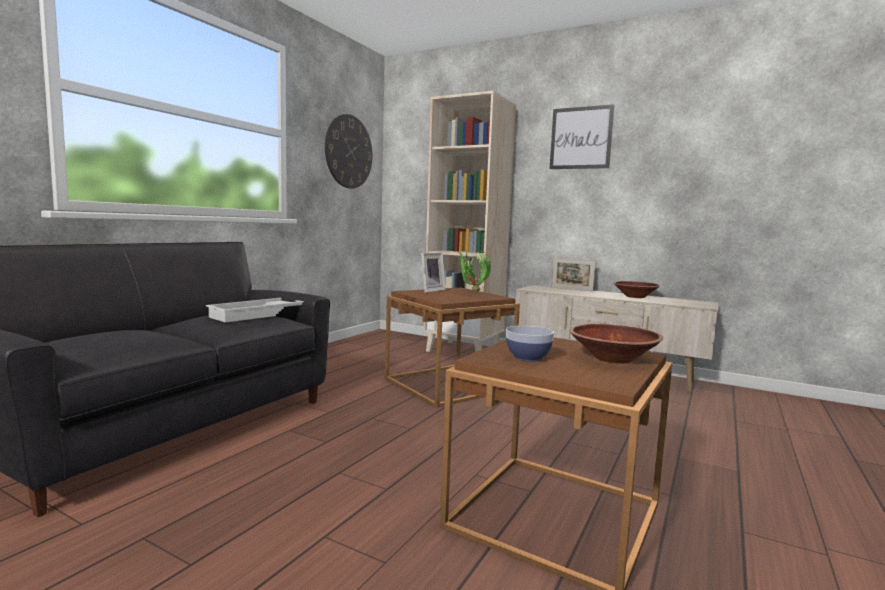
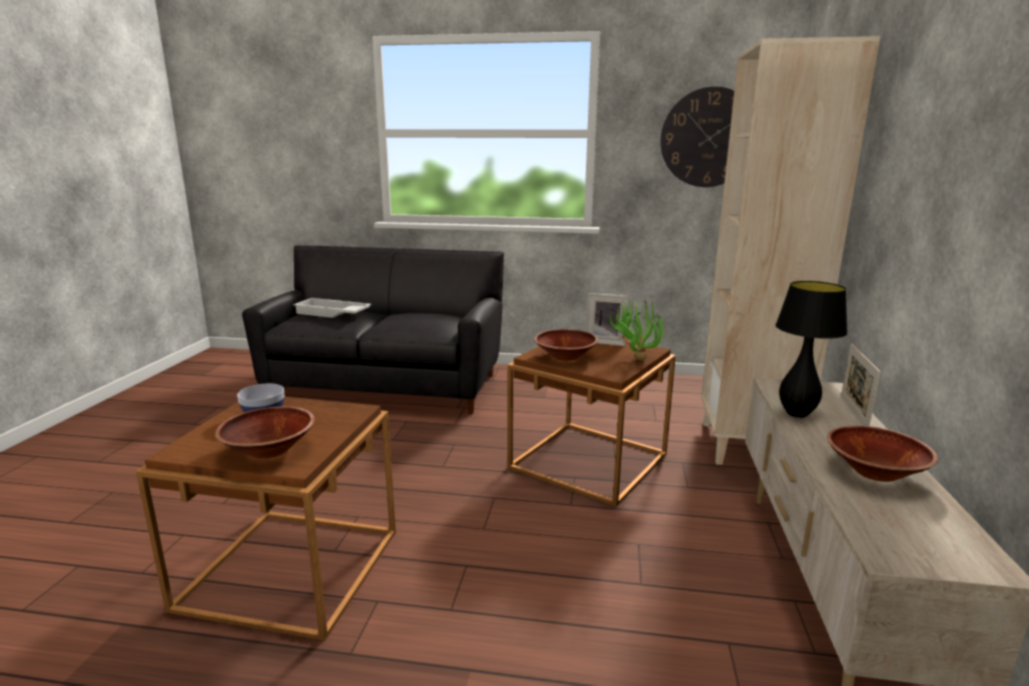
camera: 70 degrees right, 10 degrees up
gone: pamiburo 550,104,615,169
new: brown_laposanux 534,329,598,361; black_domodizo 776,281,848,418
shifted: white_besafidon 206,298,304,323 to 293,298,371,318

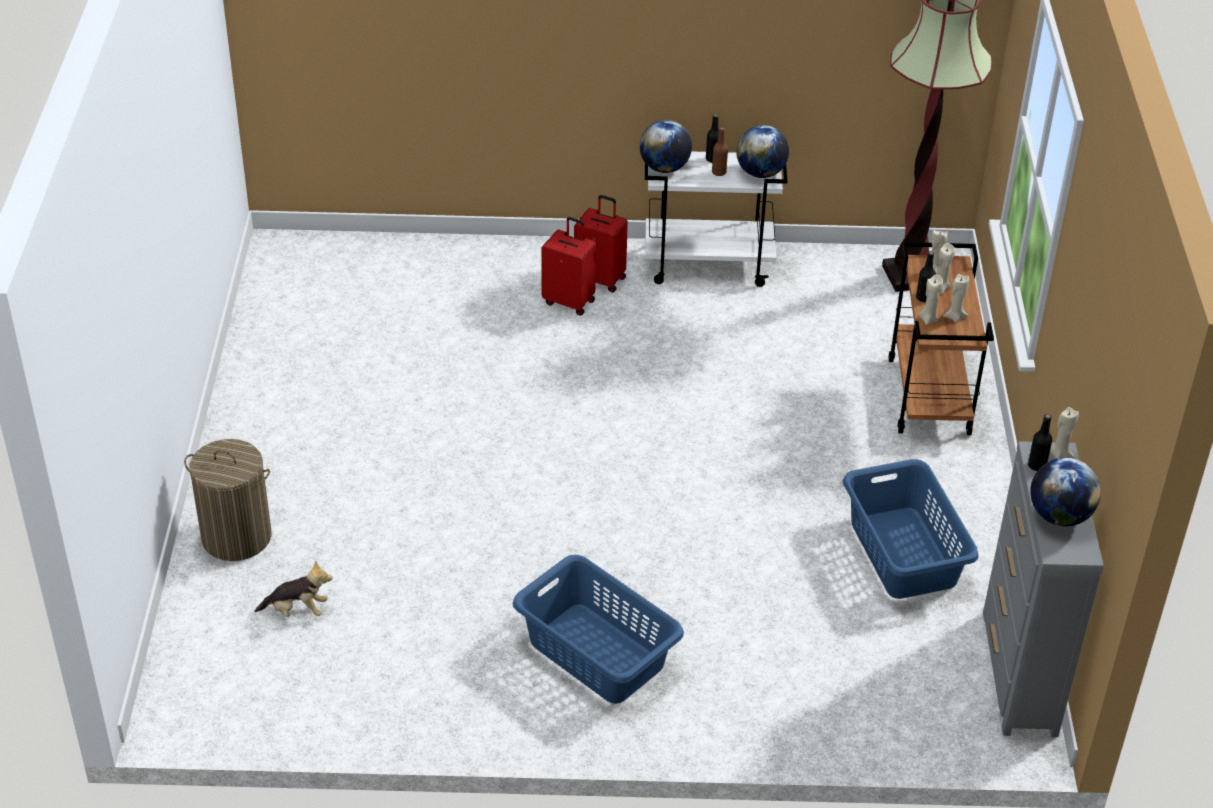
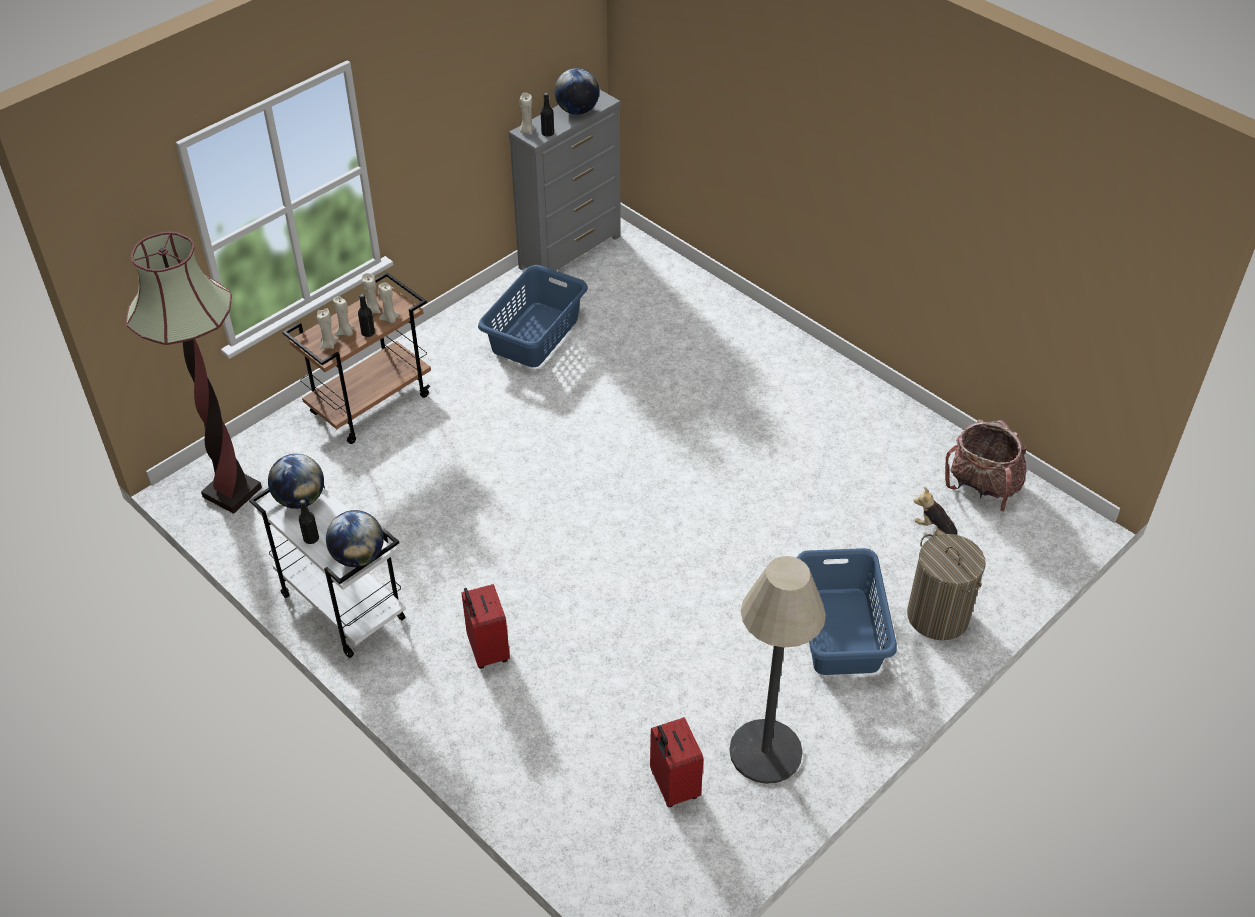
camera: 135 degrees left, 5 degrees up
gone: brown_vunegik 712,127,728,176
new: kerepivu 729,556,826,784; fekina 945,420,1027,512
shifted: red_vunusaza 574,195,628,293 to 650,717,704,807; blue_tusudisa 513,555,684,704 to 797,548,897,675

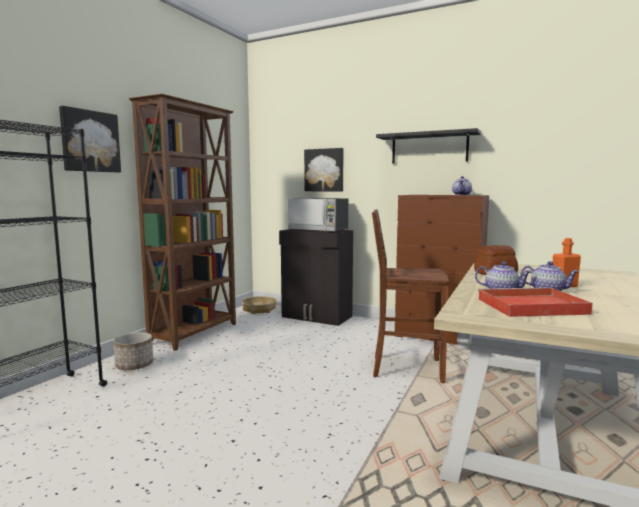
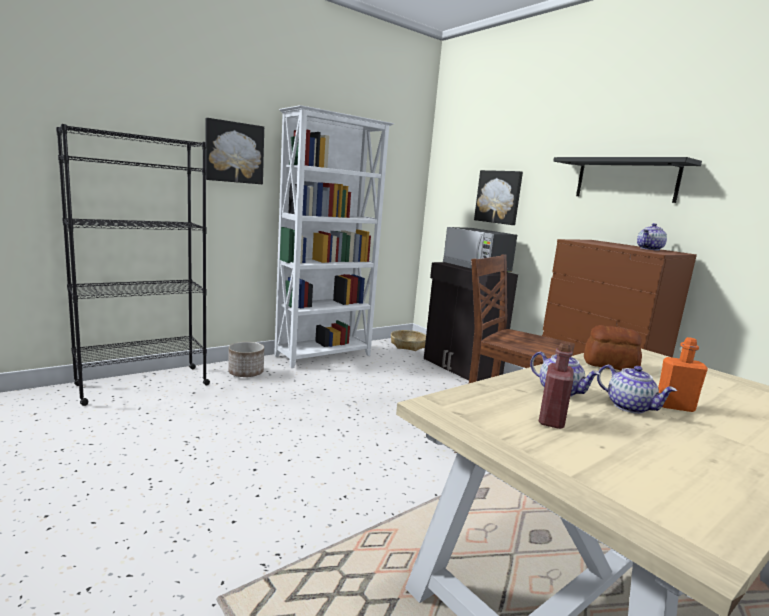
camera: 25 degrees right, 5 degrees up
swapped: red_besafidon 478,287,593,317 to red_vunegik 539,342,574,429
repainted: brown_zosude 129,94,236,351 to white_zosude 274,105,394,368

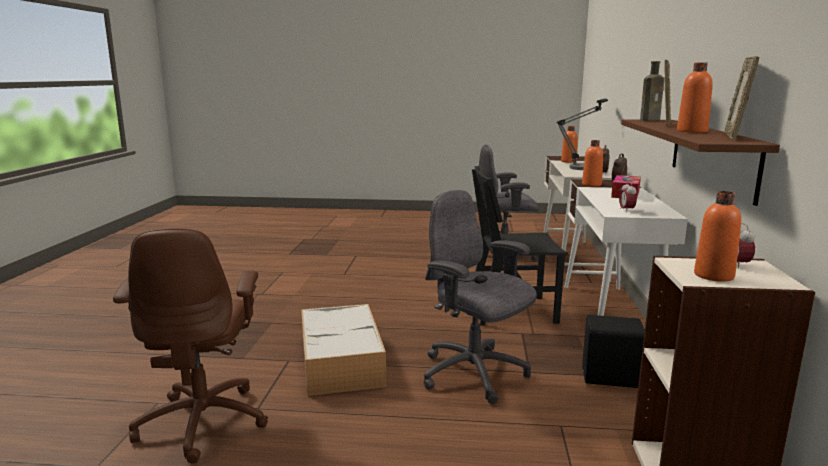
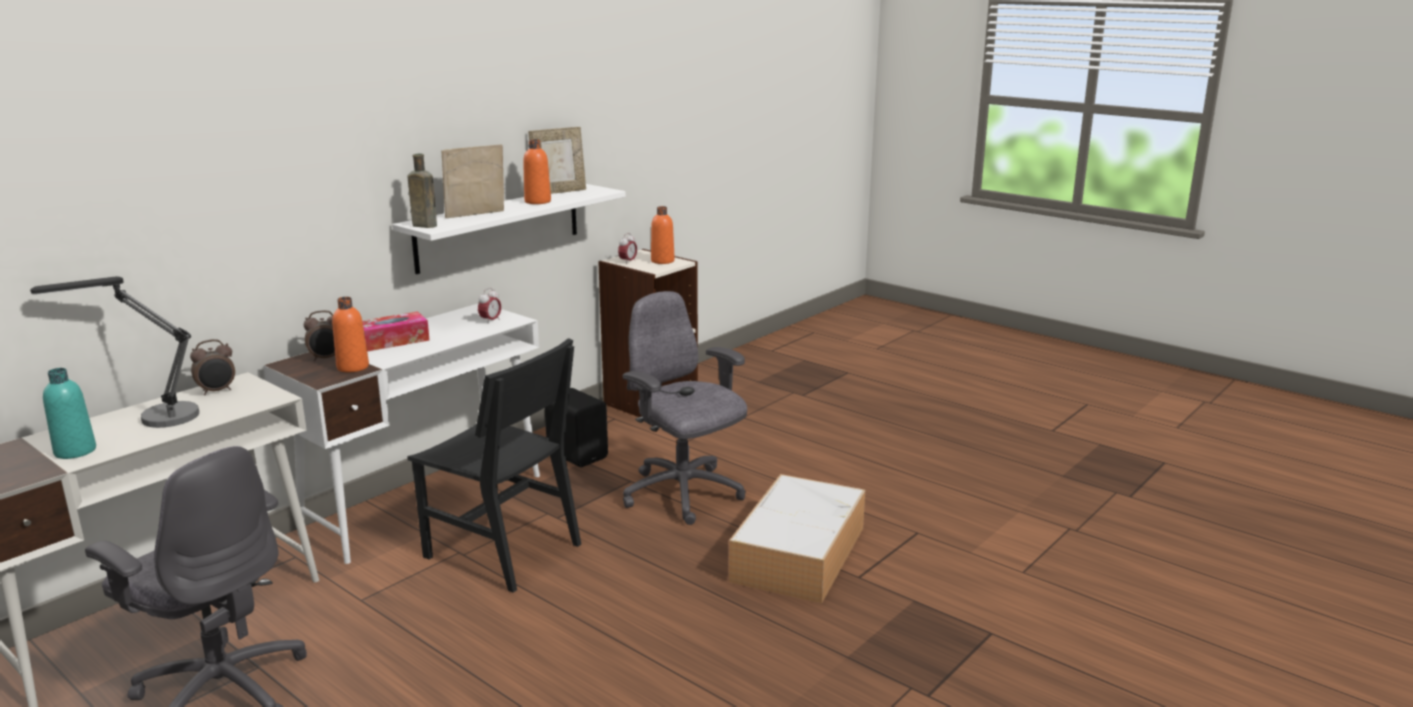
camera: 145 degrees left, 5 degrees up
gone: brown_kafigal 113,228,268,463
repainted: orange_vunegik 561,126,578,163 to turquoise_vunegik 43,368,96,459; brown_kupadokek 621,119,780,206 to white_kupadokek 392,184,626,274
rotated: grey_kafigal 424,190,536,404 = 623,291,747,525 150 degrees clockwise

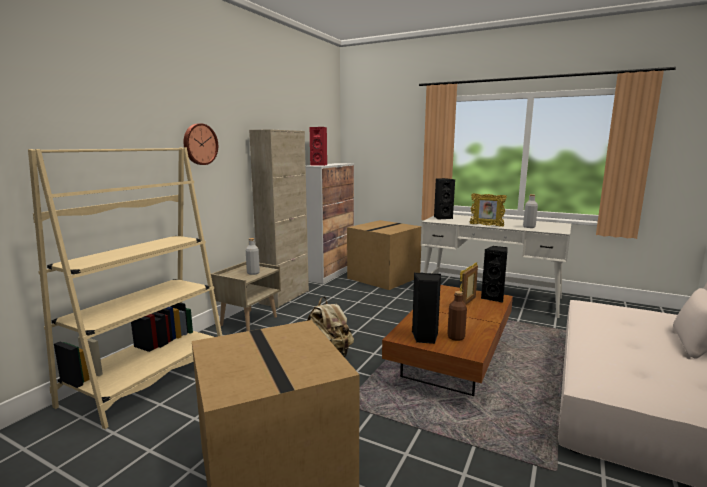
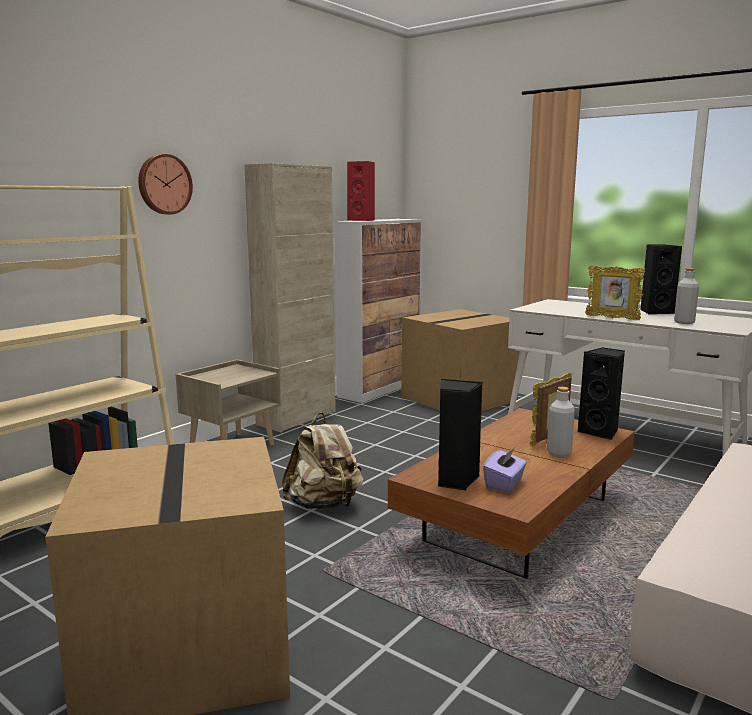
camera: 10 degrees right, 0 degrees up
shifted: grey_vunegik 246,238,260,275 to 547,387,575,457; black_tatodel 434,178,455,220 to 641,244,682,314
swapped: brown_vunegik 447,291,467,341 to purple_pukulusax 483,448,527,493

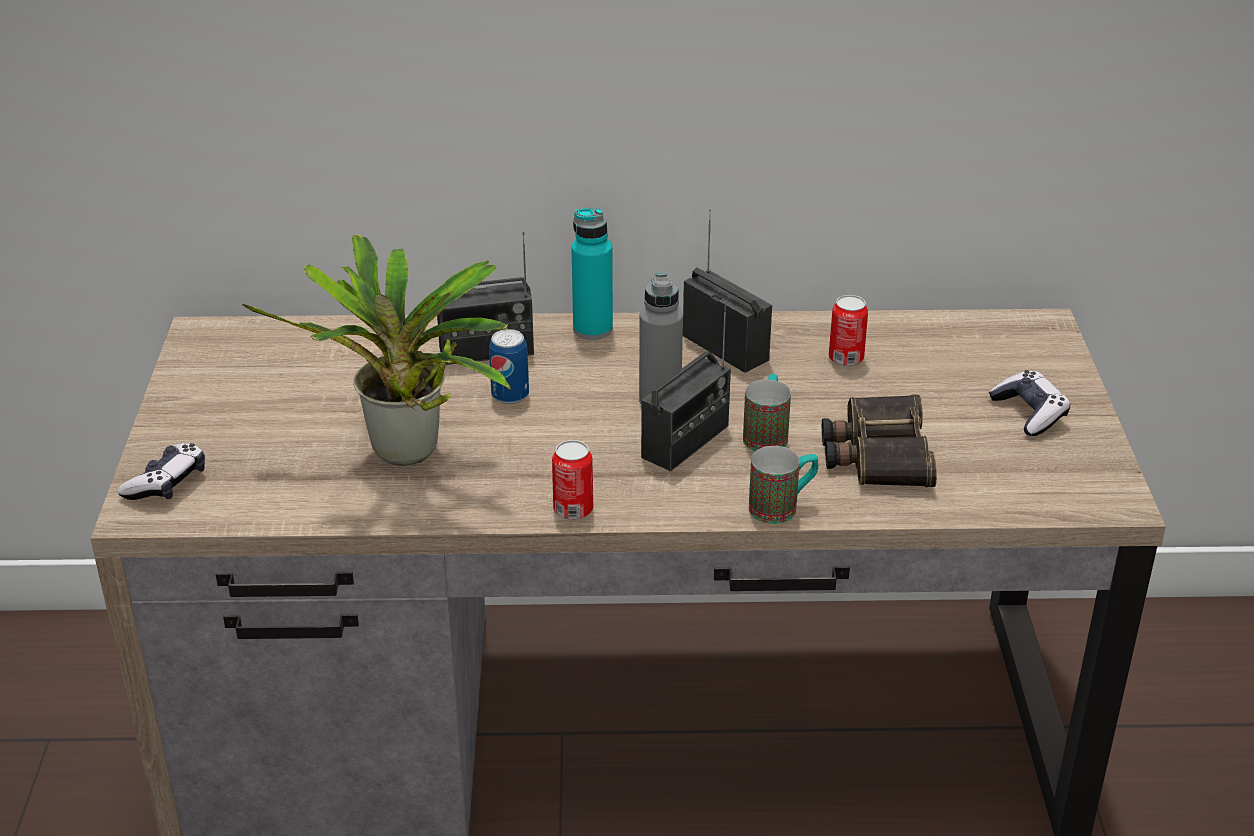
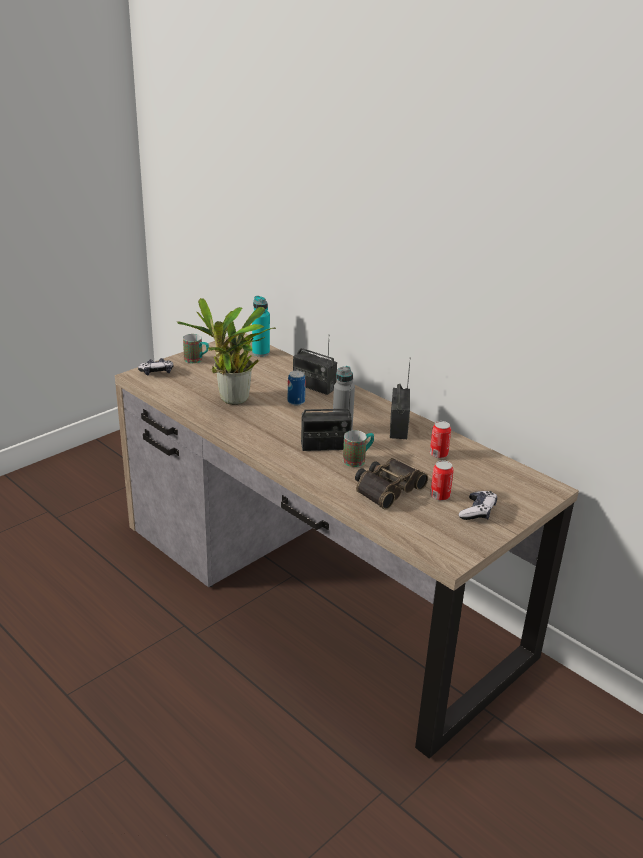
camera: 45 degrees right, 5 degrees down
shifted: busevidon 749,446,818,524 to 183,334,209,363; turquoise_vunegik 571,208,613,340 to 252,296,270,357; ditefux 552,440,593,520 to 430,460,454,501

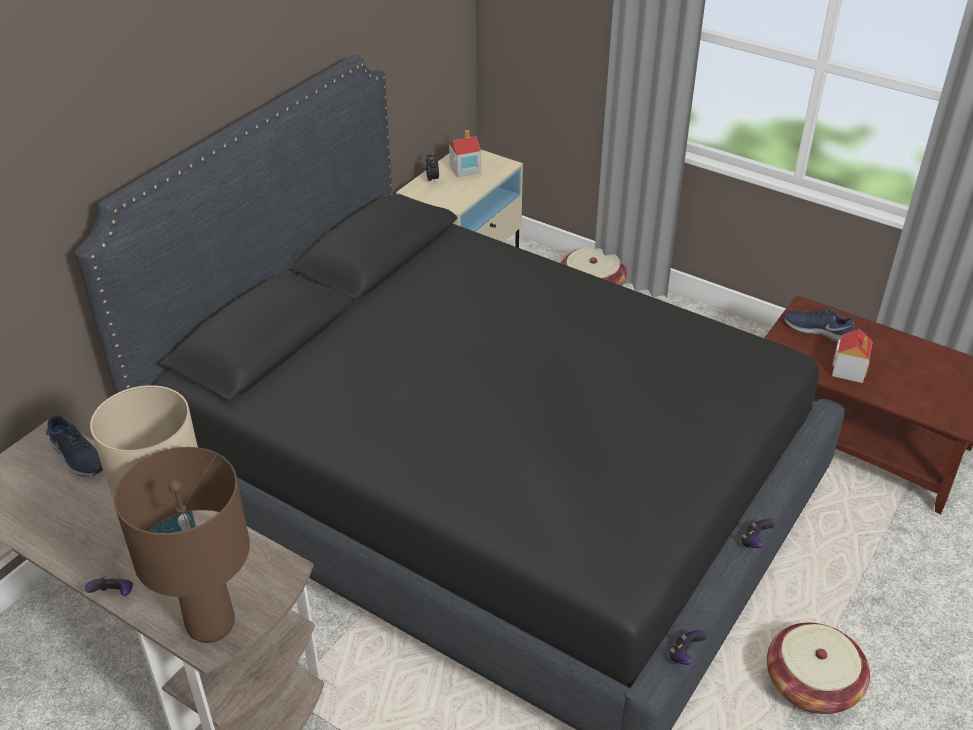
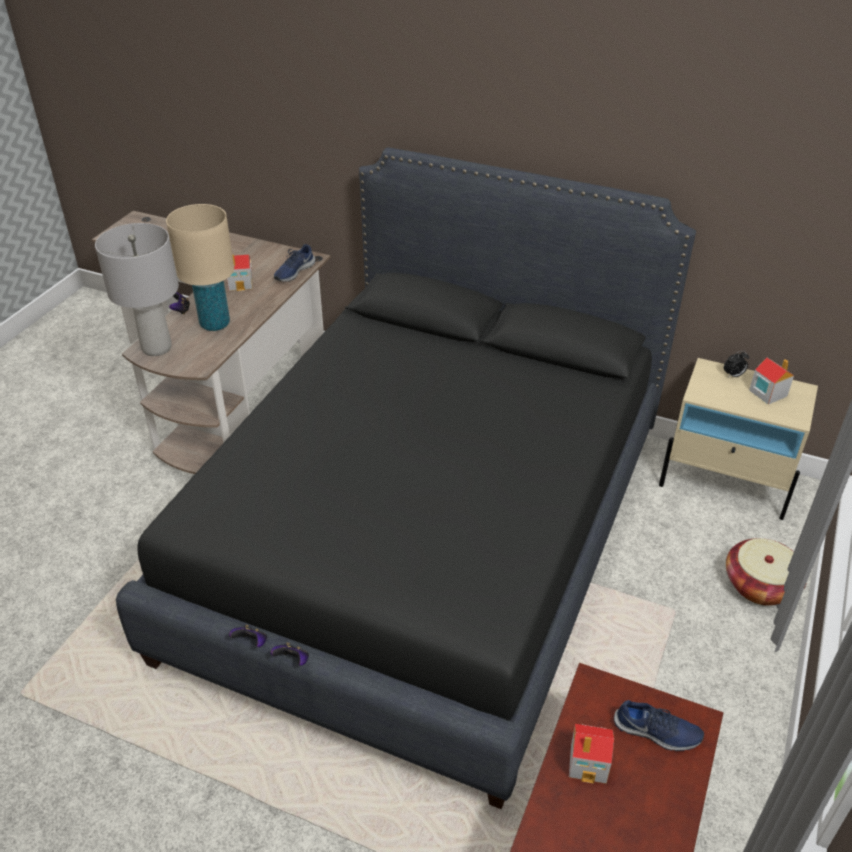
camera: 80 degrees right, 0 degrees up
gone: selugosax 767,623,870,714
new: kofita 227,254,253,291
shifted: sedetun 669,630,707,665 to 229,625,267,647
repainted: brown_domodizo 114,447,250,643 to grey_domodizo 95,223,179,356
rotated: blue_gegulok 784,307,854,342 = 614,700,704,751 90 degrees clockwise

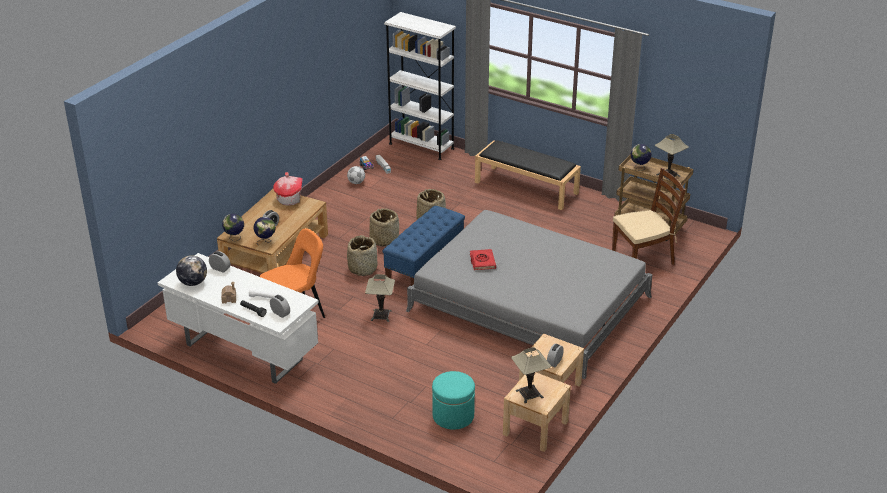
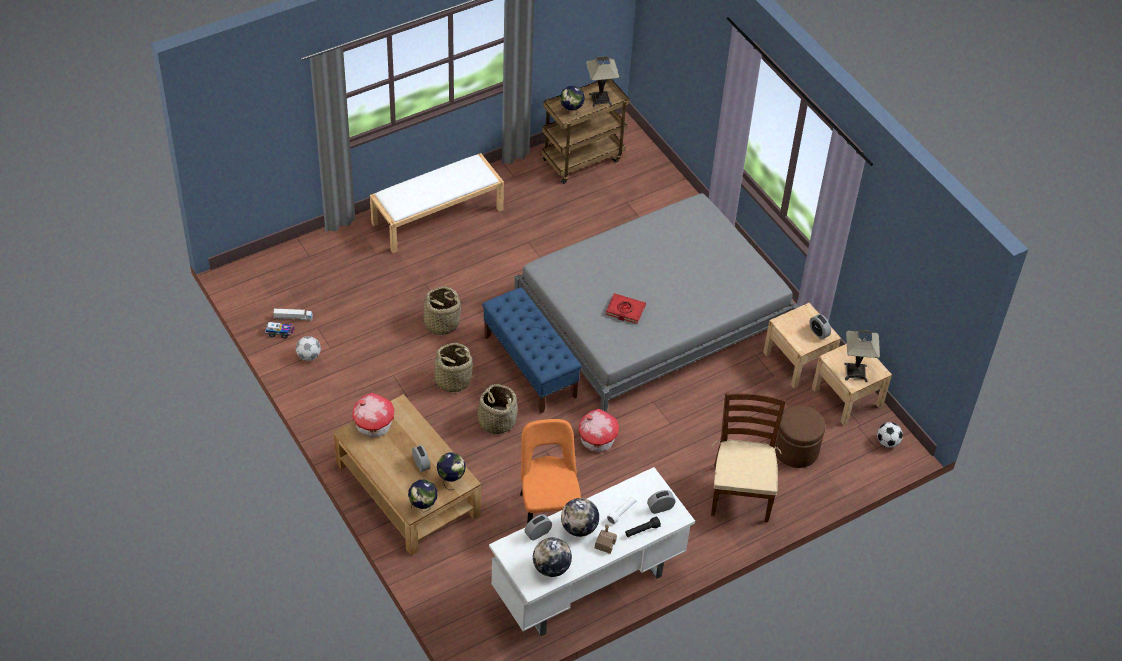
camera: 65 degrees left, 15 degrees up
gone: white_zosude 384,12,456,160
new: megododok 561,498,599,537; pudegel 877,422,903,448
shifted: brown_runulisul 612,168,686,265 to 711,393,786,522
swapped: domodizo 365,274,395,322 to kofita 578,409,619,452
repainted: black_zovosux 475,140,581,210 to white_zovosux 370,153,504,253; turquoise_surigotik 432,371,475,430 to brown_surigotik 775,405,825,468

